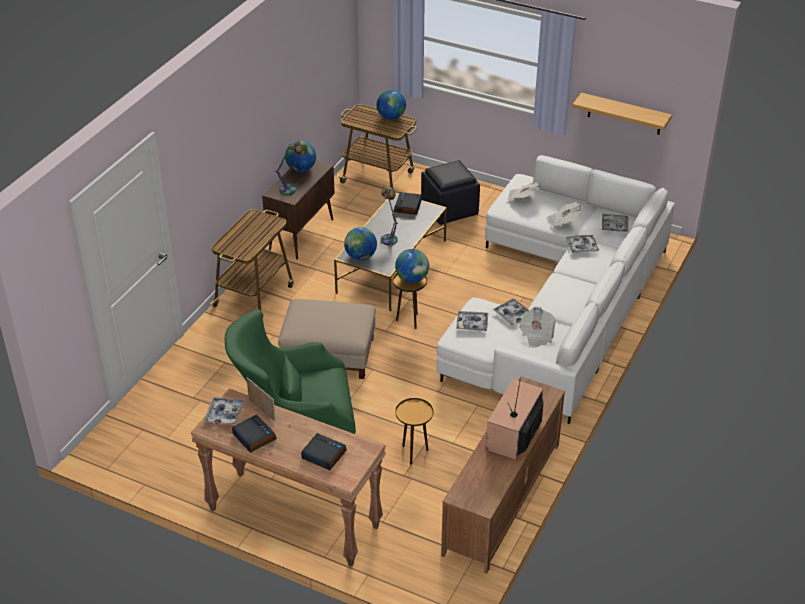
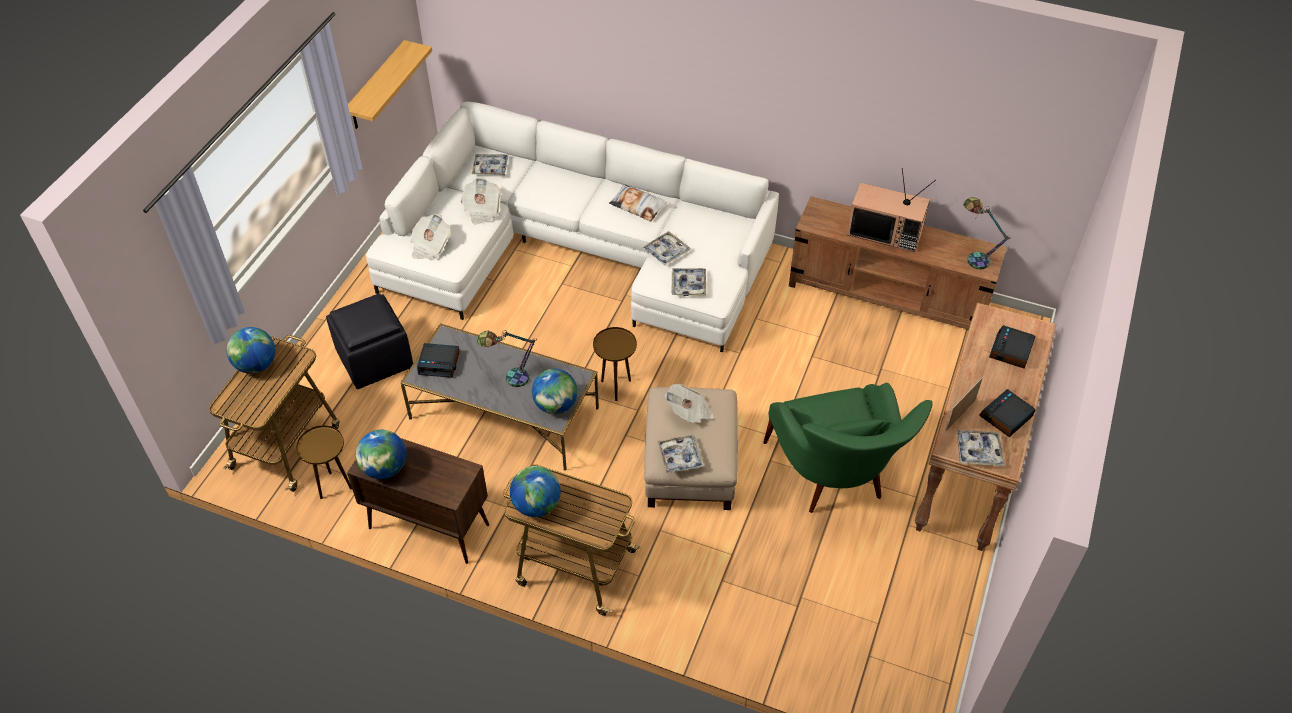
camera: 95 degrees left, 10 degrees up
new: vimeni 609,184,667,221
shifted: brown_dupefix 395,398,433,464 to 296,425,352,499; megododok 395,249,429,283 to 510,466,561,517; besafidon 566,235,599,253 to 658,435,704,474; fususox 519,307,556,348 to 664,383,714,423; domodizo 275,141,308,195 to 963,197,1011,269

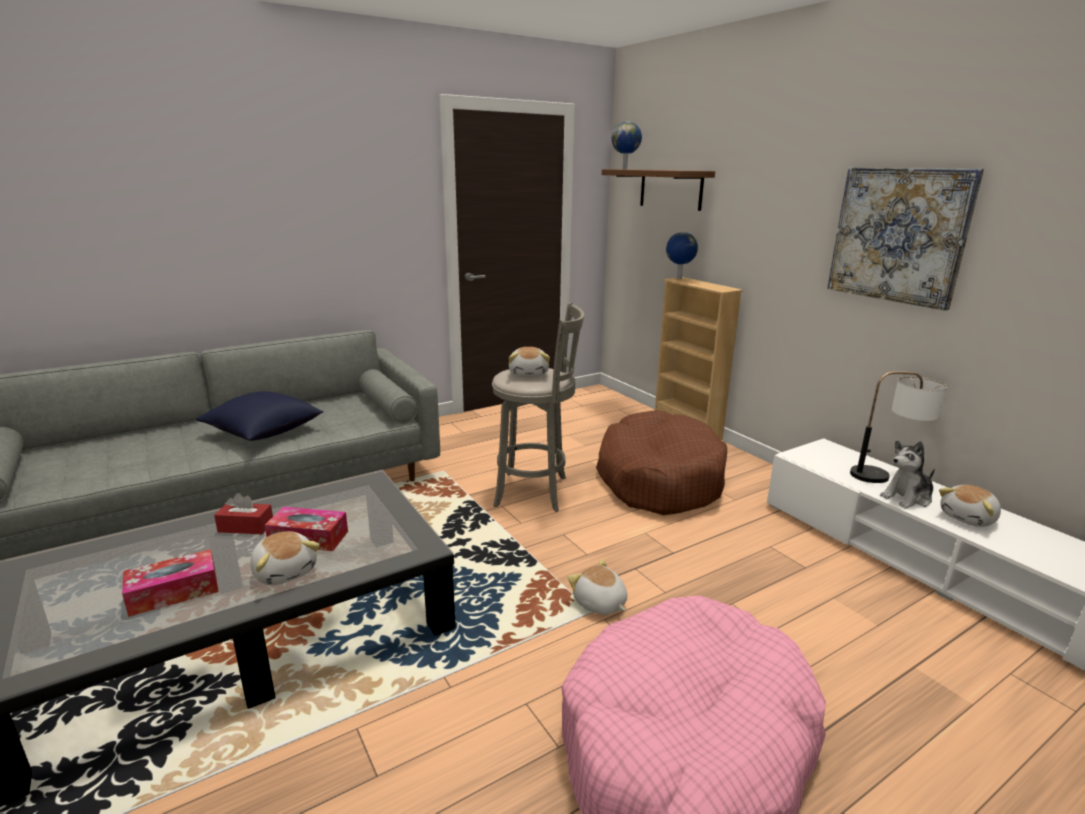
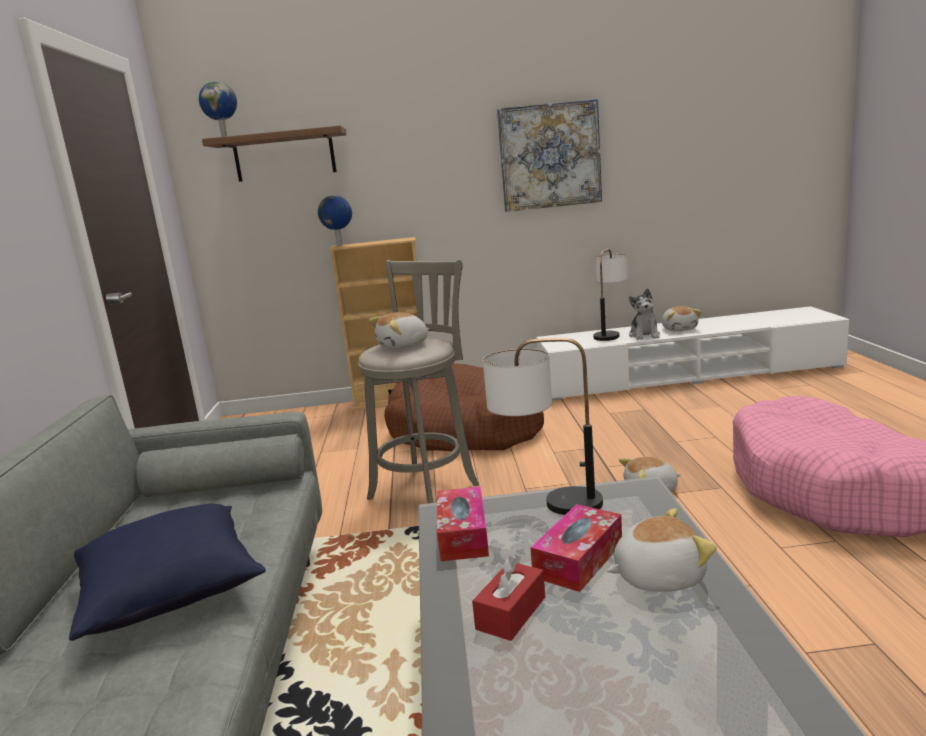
camera: 60 degrees left, 5 degrees down
new: domodizo 483,338,603,515
shifted: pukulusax 122,549,219,617 to 437,486,489,561
rotated: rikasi 509,347,550,377 = 368,312,429,349 120 degrees clockwise

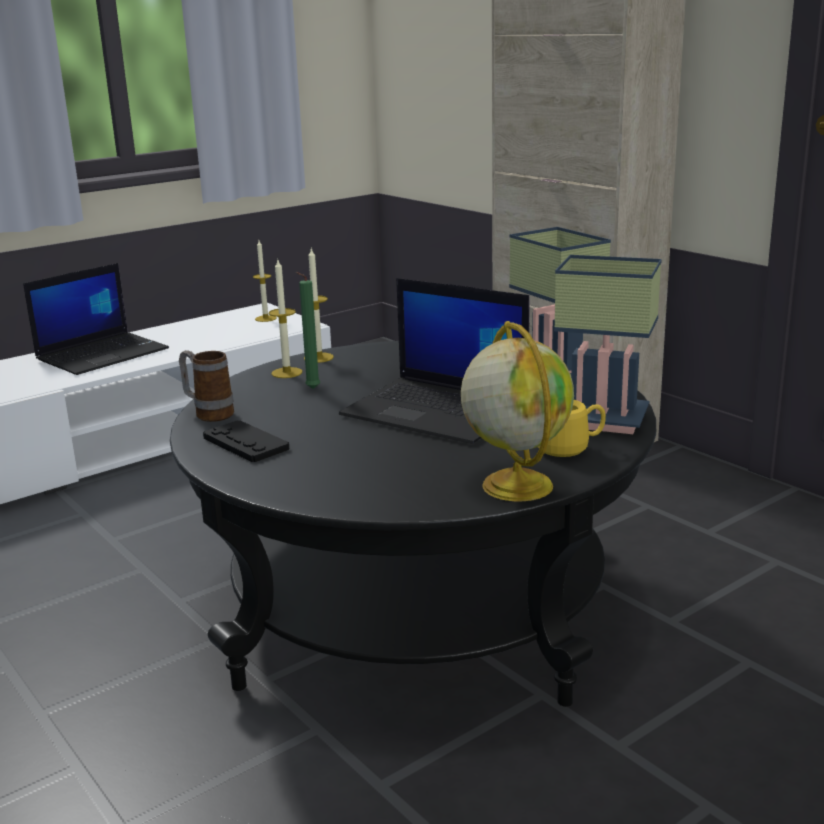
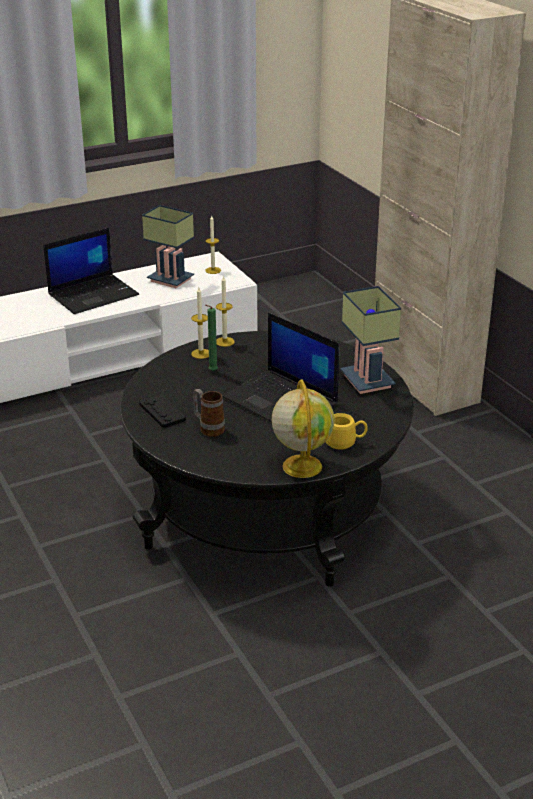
camera: 10 degrees right, 10 degrees up
shifted: domodizo 554,255,662,434 to 142,205,194,288; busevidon 179,350,234,422 to 193,389,225,437

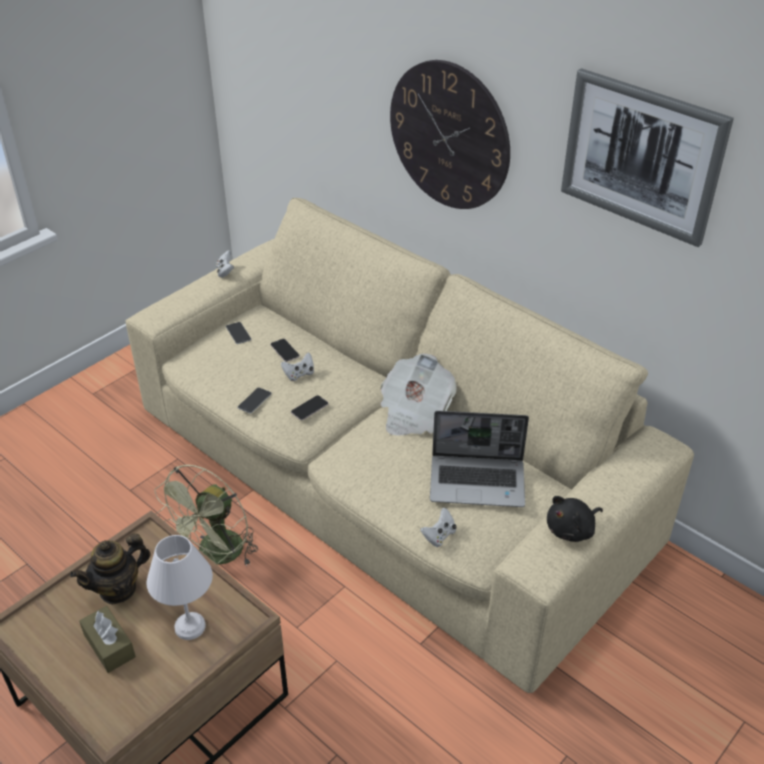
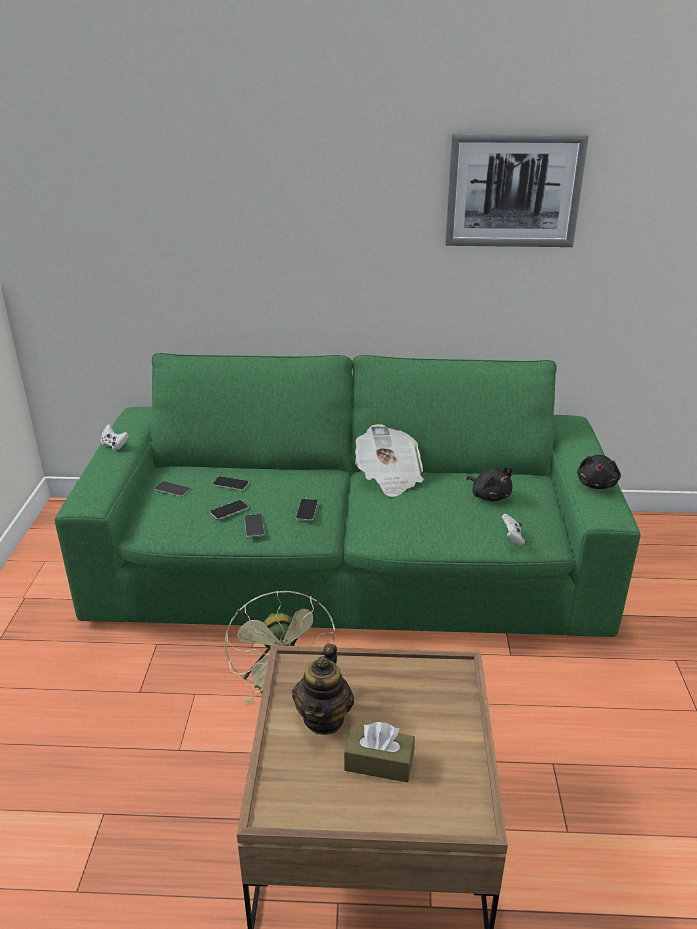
camera: 40 degrees left, 10 degrees down
gone: white_domodizo 147,535,213,640; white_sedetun 281,352,314,381; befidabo 390,60,510,209
new: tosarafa 210,500,249,520
swapped: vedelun 430,411,529,507 to black_rikasi 466,467,512,501
repainted: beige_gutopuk 126,198,694,693 to green_gutopuk 55,353,641,637

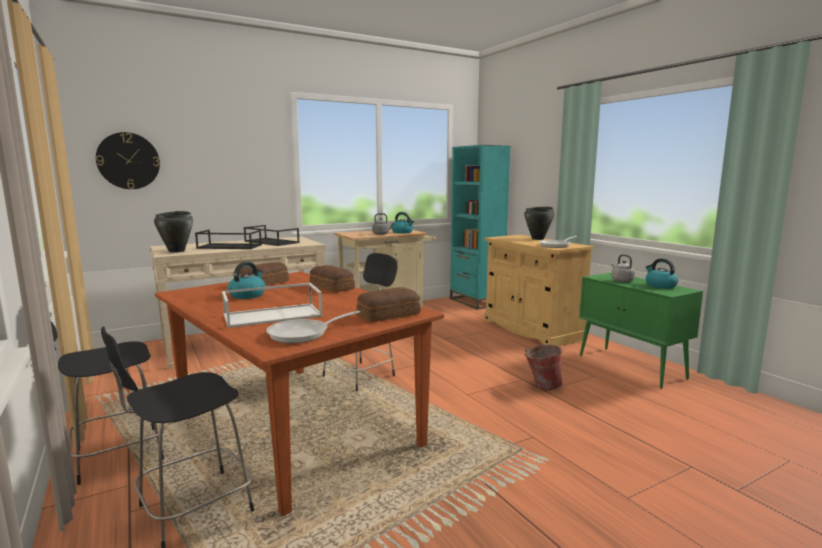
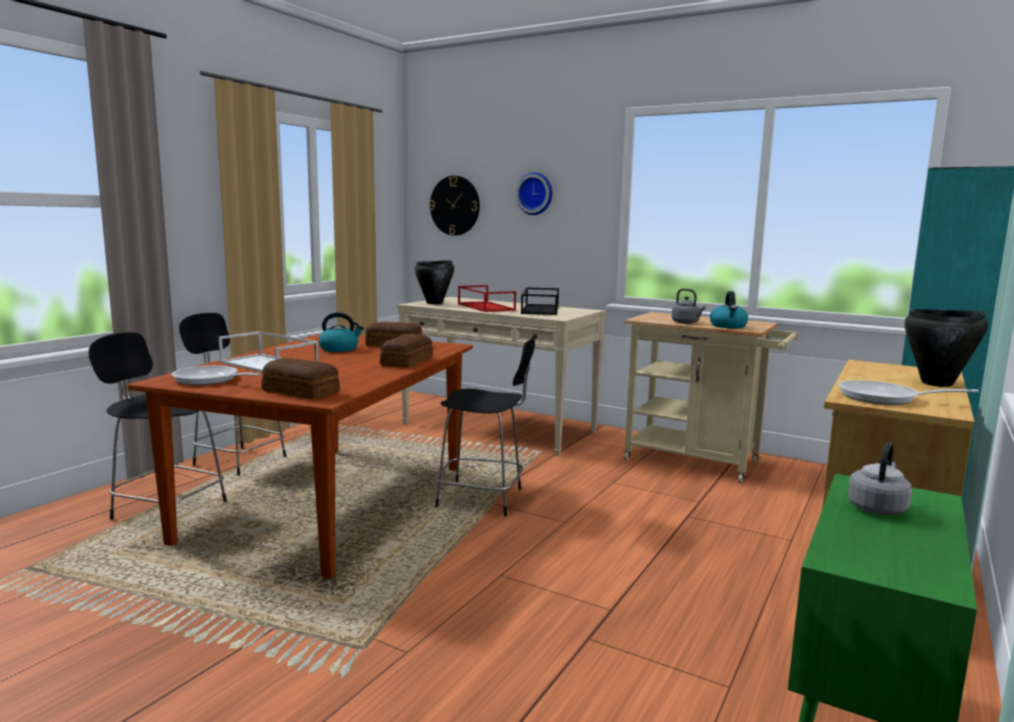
camera: 60 degrees right, 0 degrees up
gone: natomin 525,345,564,390; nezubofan 646,258,678,289
new: befidabo 516,172,552,215
repainted: black_besafidon 195,230,262,249 to red_besafidon 458,285,516,312

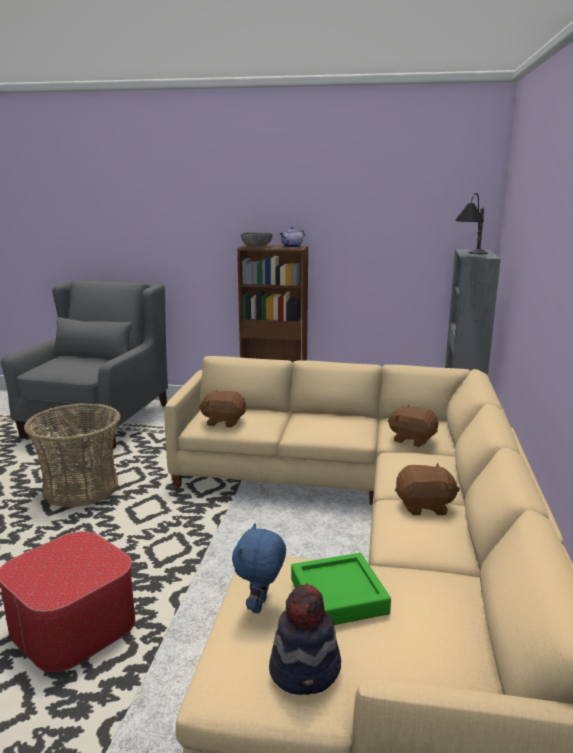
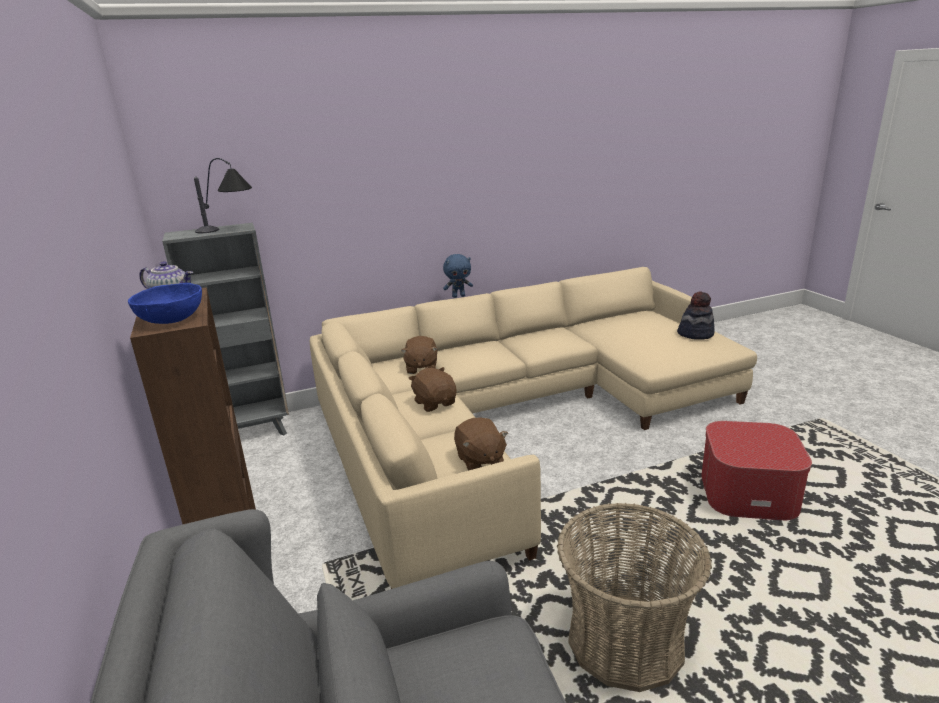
camera: 120 degrees left, 5 degrees up
gone: green_besafidon 291,553,391,625
shifted: brown_rikasi 395,463,460,515 to 408,367,457,412; blue_rikasi 232,523,286,614 to 443,254,473,298
repainted: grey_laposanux 241,232,273,247 to blue_laposanux 128,283,202,324

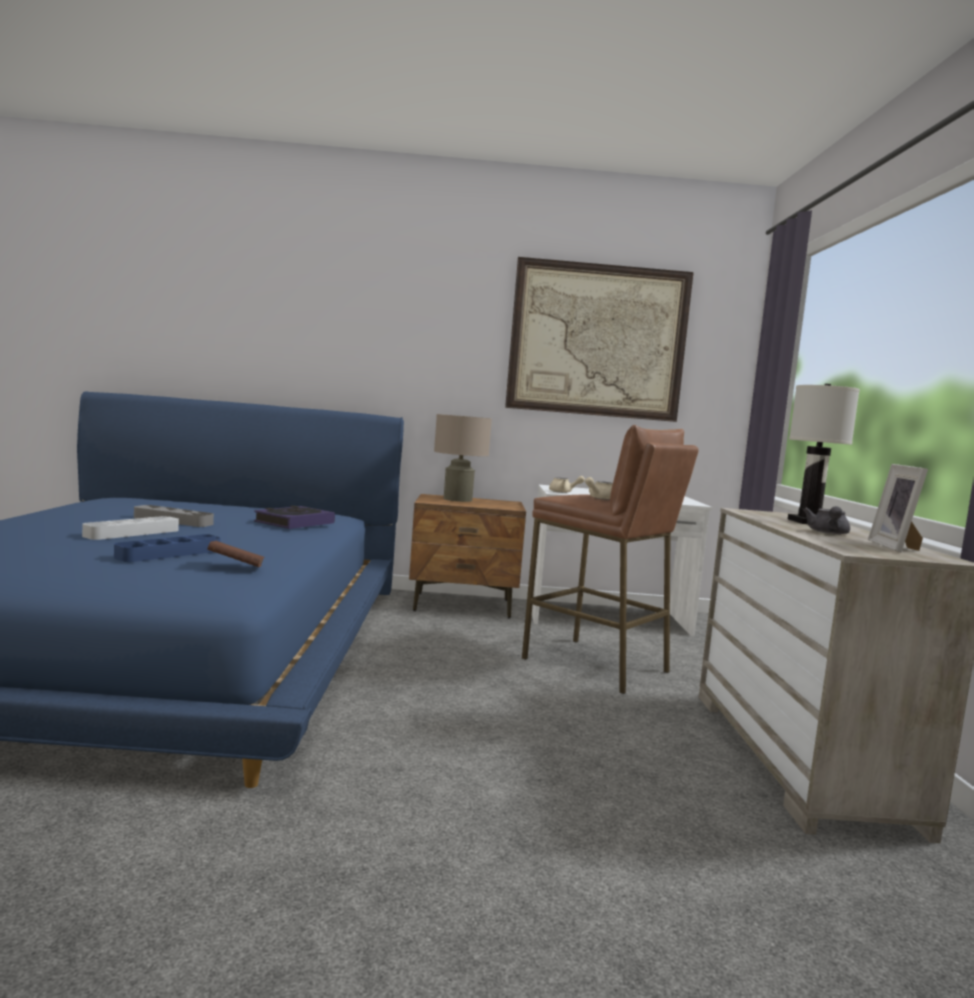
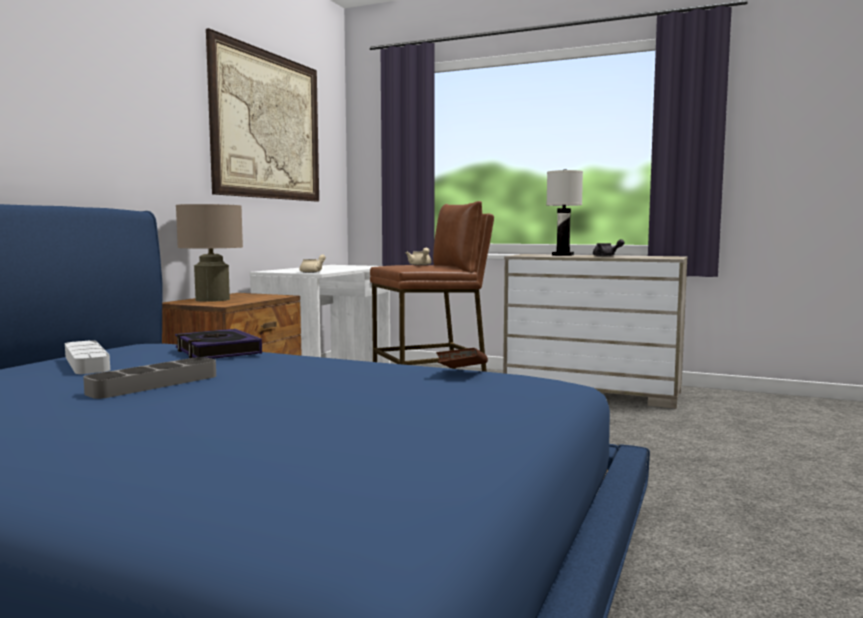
camera: 65 degrees left, 0 degrees up
gone: blue_besafidon 114,534,221,562; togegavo 868,464,928,552
shifted: grey_besafidon 82,516,179,540 to 65,341,110,374

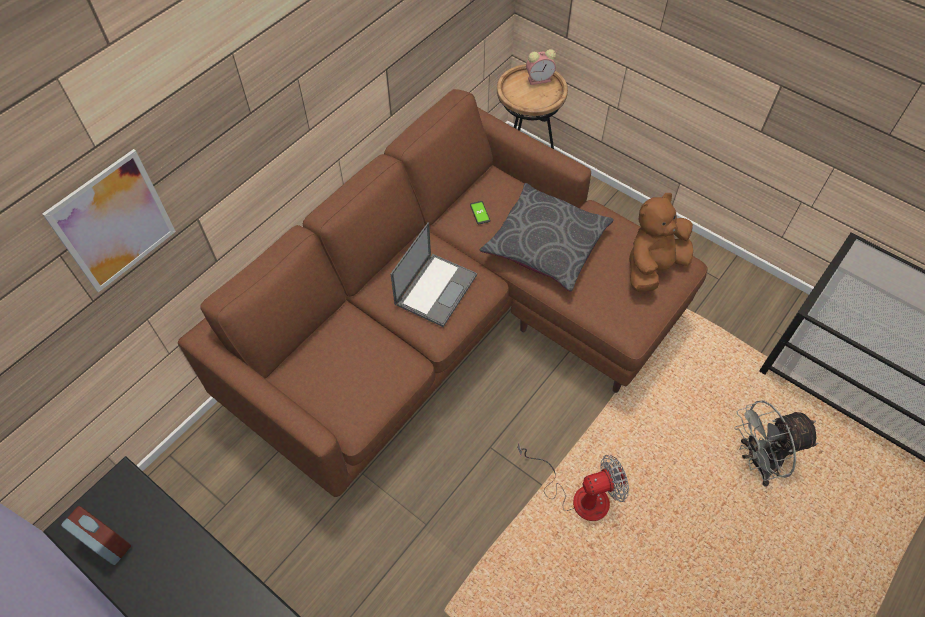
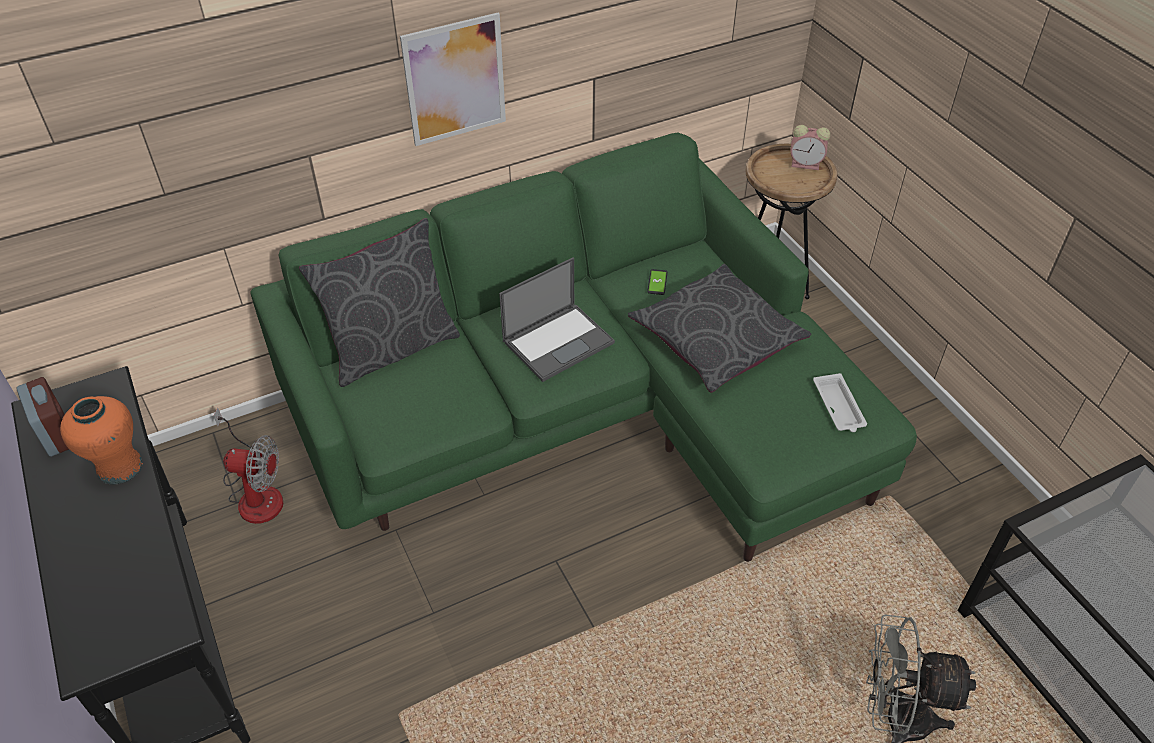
camera: 25 degrees right, 10 degrees down
new: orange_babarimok 60,396,143,485; grey_vimeni 299,218,460,387
shifted: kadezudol 518,442,629,521 to 214,408,283,524; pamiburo 42,149,176,293 to 400,13,506,146
swapped: brown_rikasi 629,193,693,292 to white_besafidon 813,373,867,432
repainted: brown_gutopuk 178,89,708,497 to green_gutopuk 250,133,917,562

